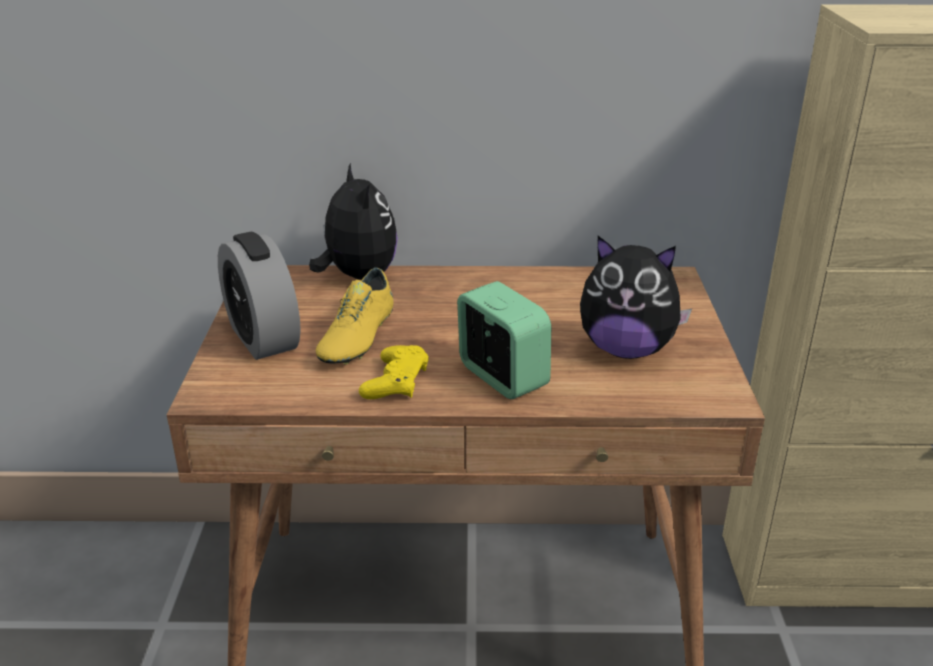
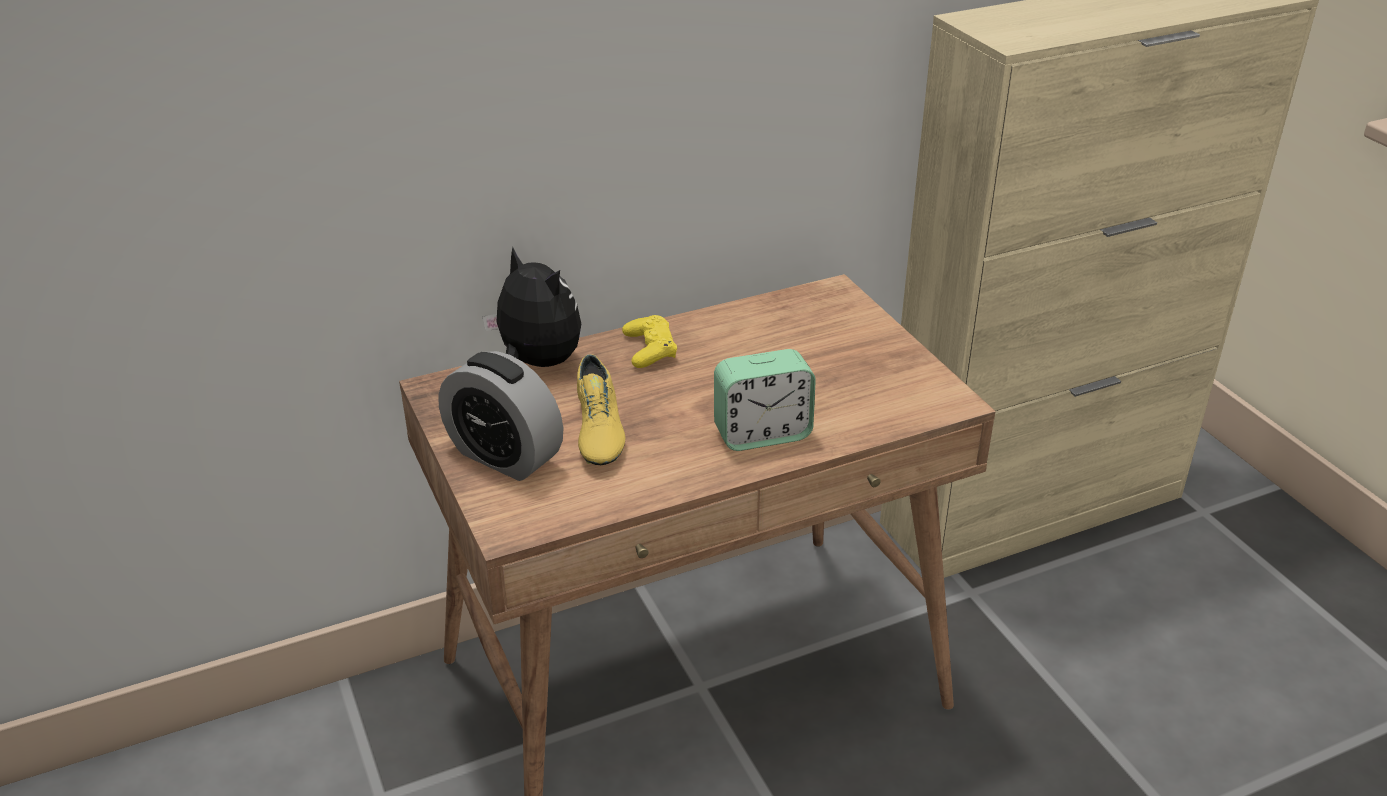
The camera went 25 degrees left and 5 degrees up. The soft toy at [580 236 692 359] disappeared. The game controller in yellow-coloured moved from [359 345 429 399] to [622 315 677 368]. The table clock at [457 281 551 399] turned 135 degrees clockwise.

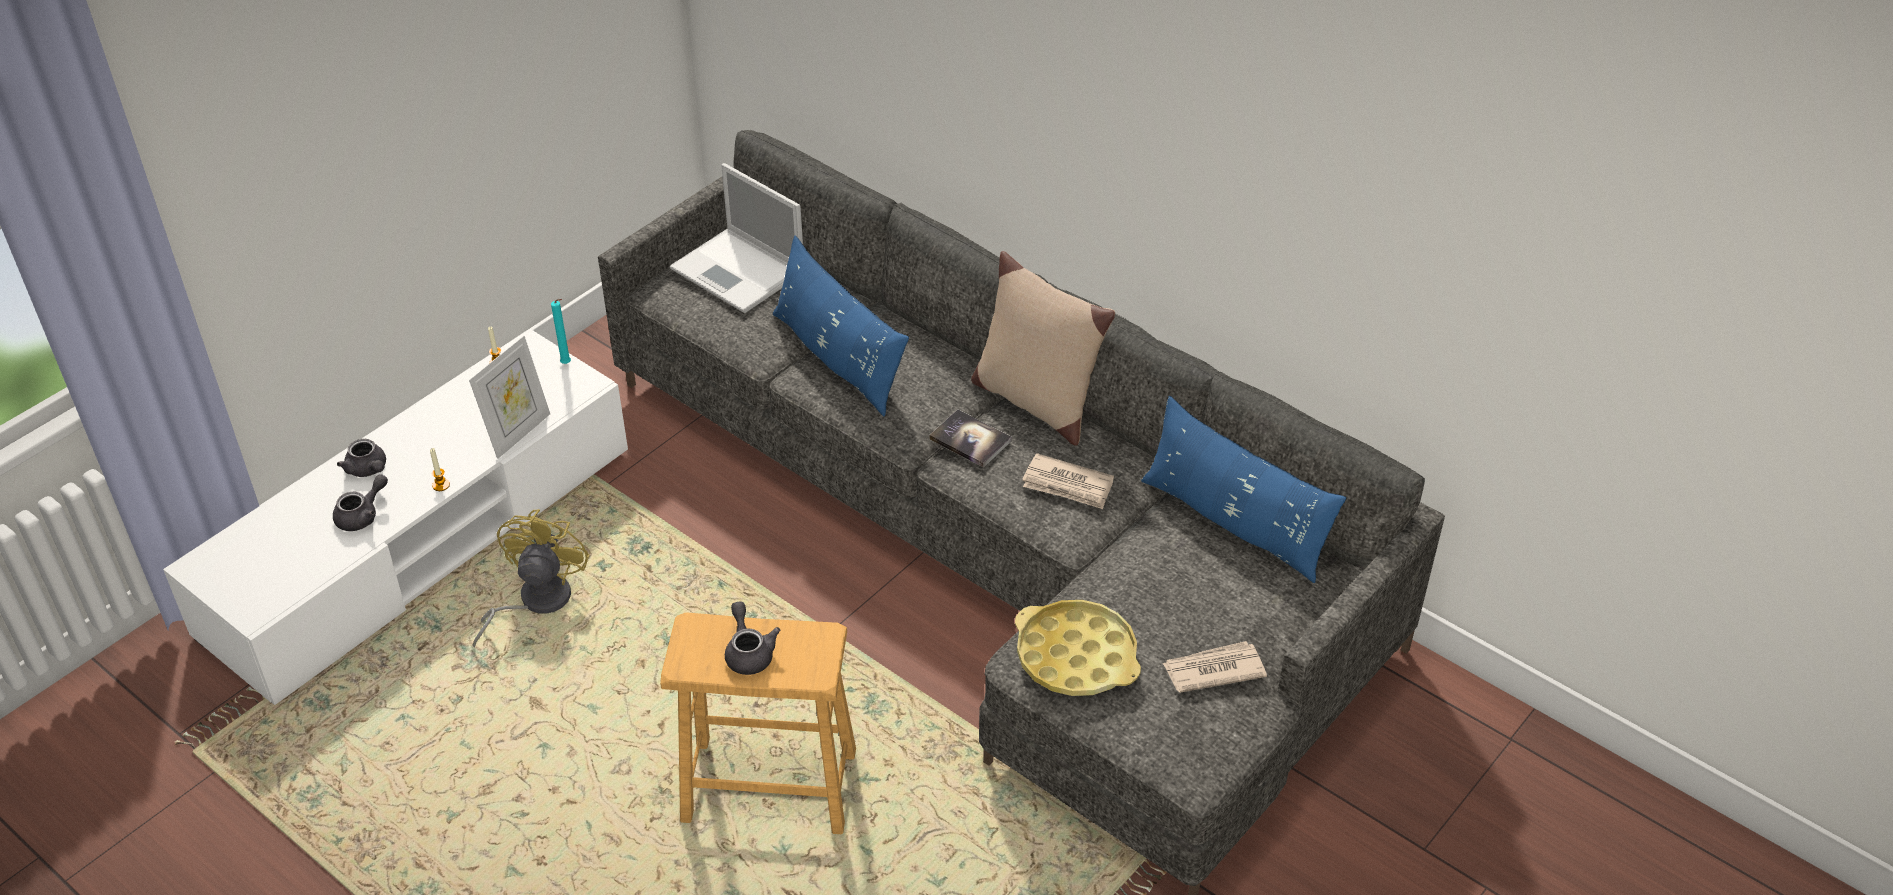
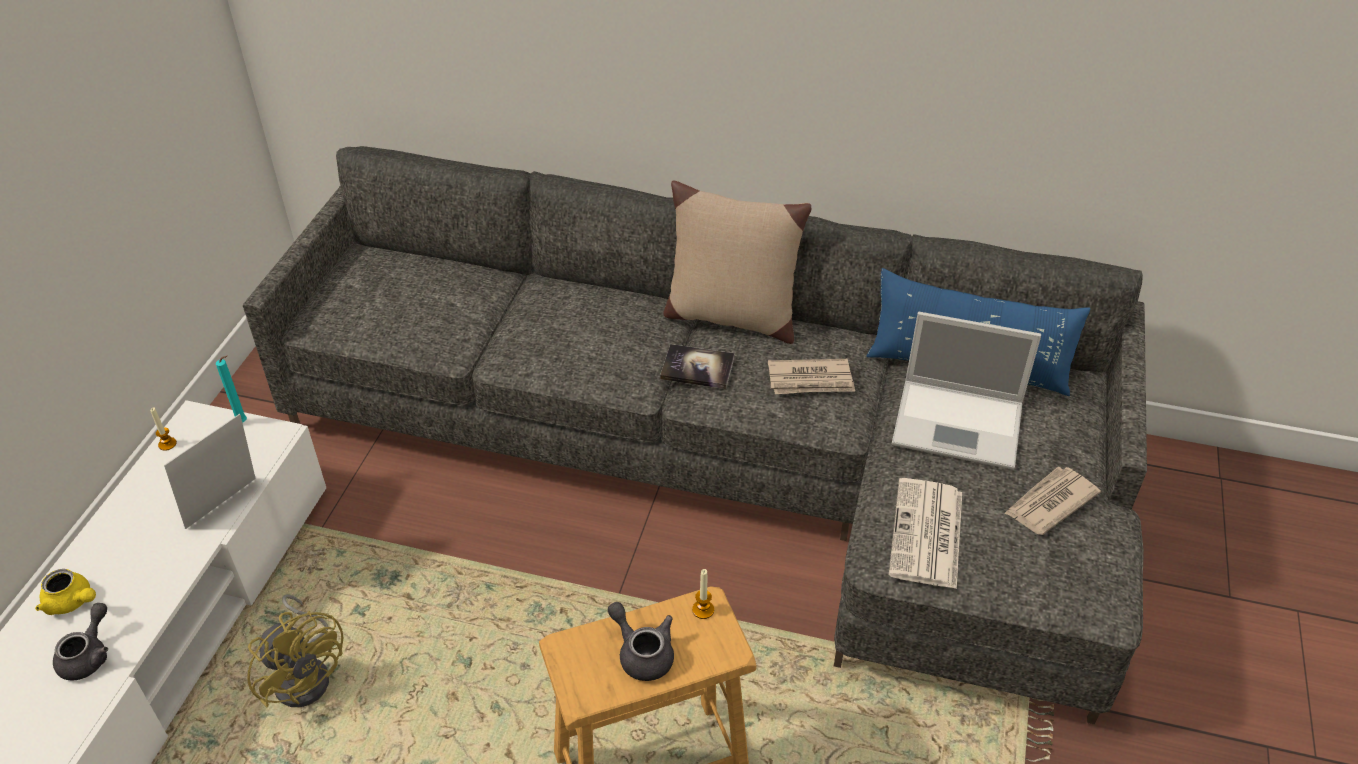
The camera went 25 degrees left and 0 degrees up. The cushion in blue-coloured at [773 236 909 417] disappeared. The candle moved from [430 448 450 491] to [692 569 714 619]. The notebook computer moved from [670 163 803 313] to [892 312 1041 470]. The tray in yellow-coloured at [1015 600 1141 696] was replaced by the newspaper at [889 478 962 589]. The teapot in greyish at [337 439 386 477] became the teapot in yellow-coloured at [35 569 96 615]. The standing frame at [469 336 550 459] turned 150 degrees counterclockwise. The fan in yellow-coloured at [473 509 590 648] turned 150 degrees clockwise.

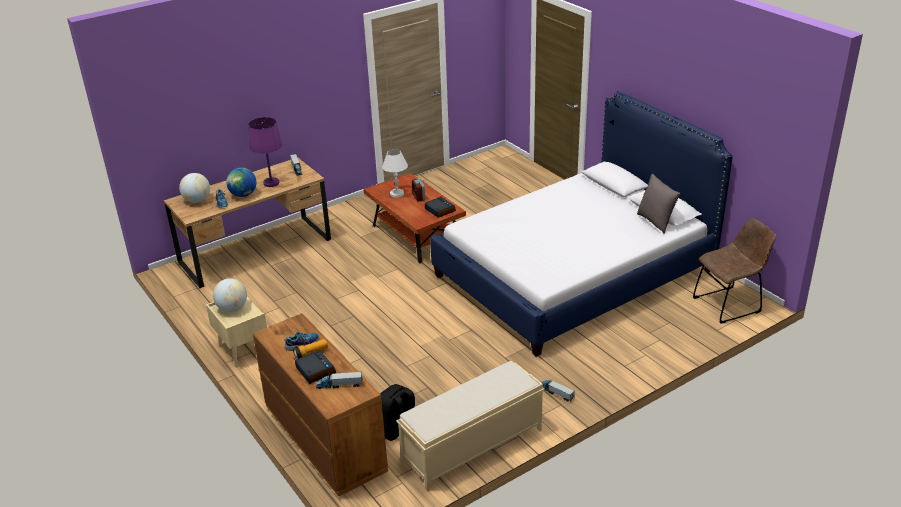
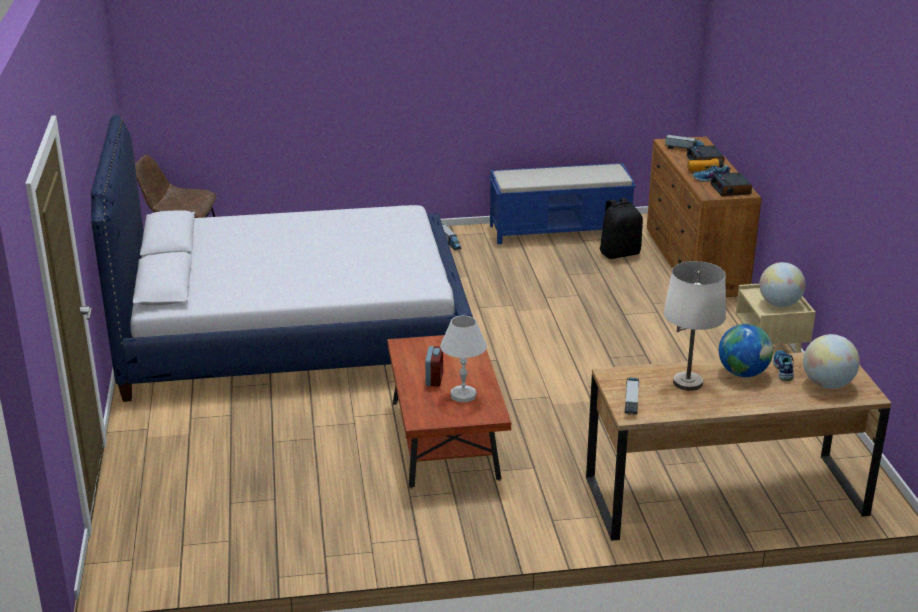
The camera went 155 degrees left and 5 degrees down. The cushion in greyish at [637 174 680 234] disappeared. The table clock moved from [425 197 456 218] to [710 172 752 196]. The tabletop lamp in purple at [248 117 282 187] became the tabletop lamp in white-coloured at [664 261 726 391]. The bench in beige-coloured at [396 361 544 491] became the bench in blue-coloured at [489 163 636 244].

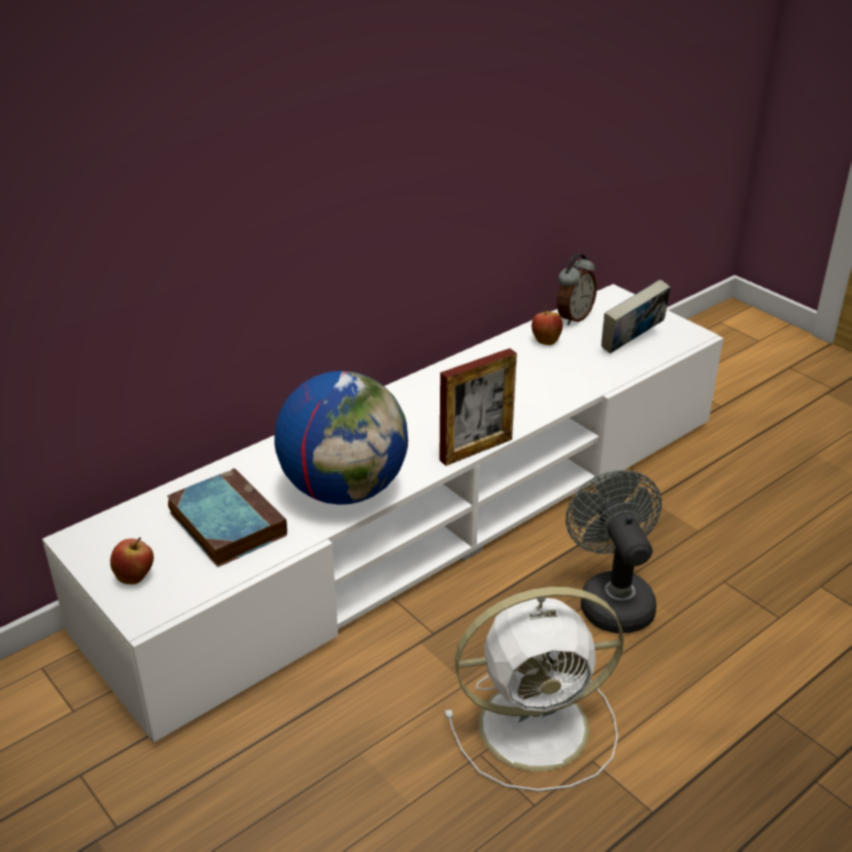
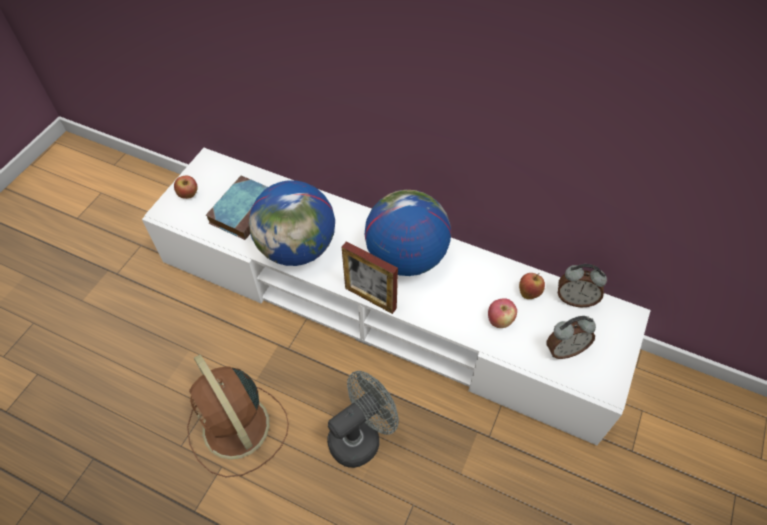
The camera went 65 degrees right and 20 degrees up. The desk globe at [365 190 451 276] appeared. The apple fruit at [488 298 517 328] appeared. The bound book at [601 279 671 354] was replaced by the table clock at [546 316 596 359]. The fan in white-coloured at [445 587 624 792] became the fan in brown at [187 355 289 477].

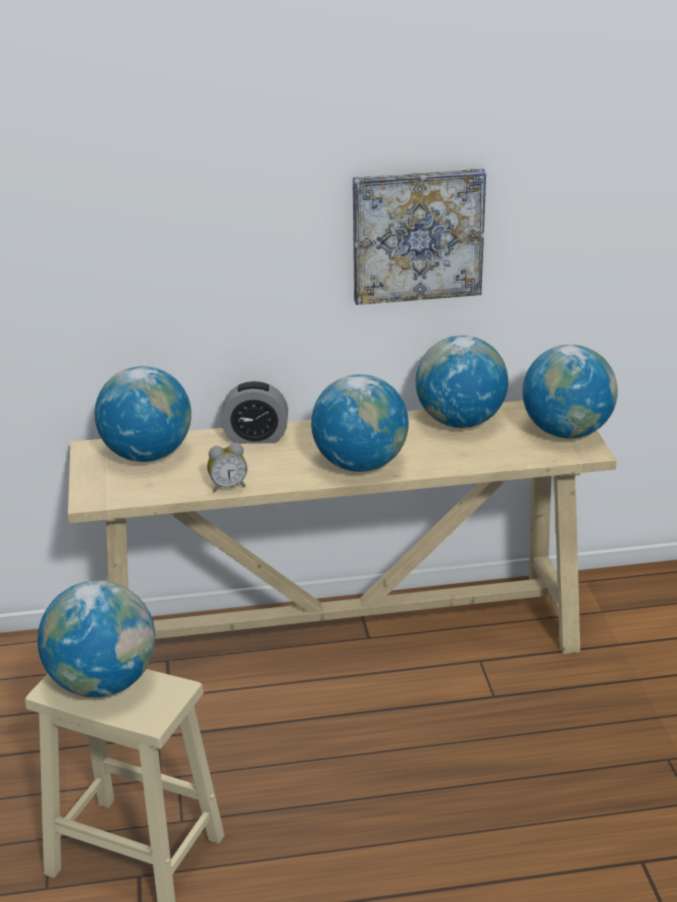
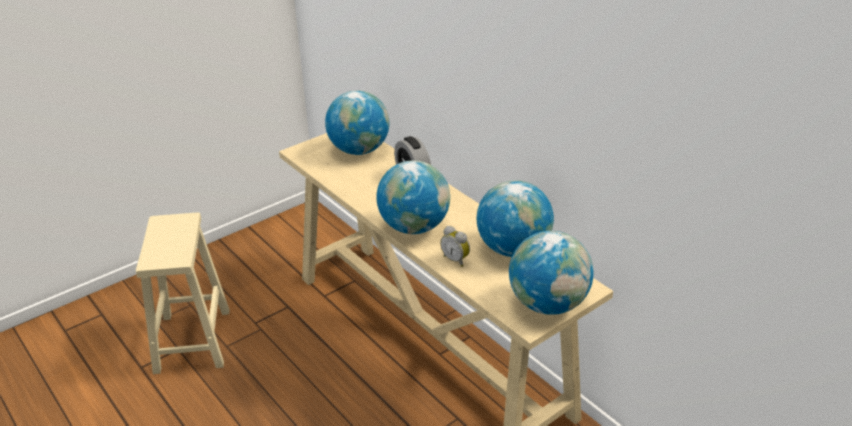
The camera went 60 degrees right and 5 degrees up. The desk globe at [37 580 155 697] disappeared. The picture at [353 168 486 305] disappeared. The table clock moved from [207 443 247 492] to [440 226 470 267].

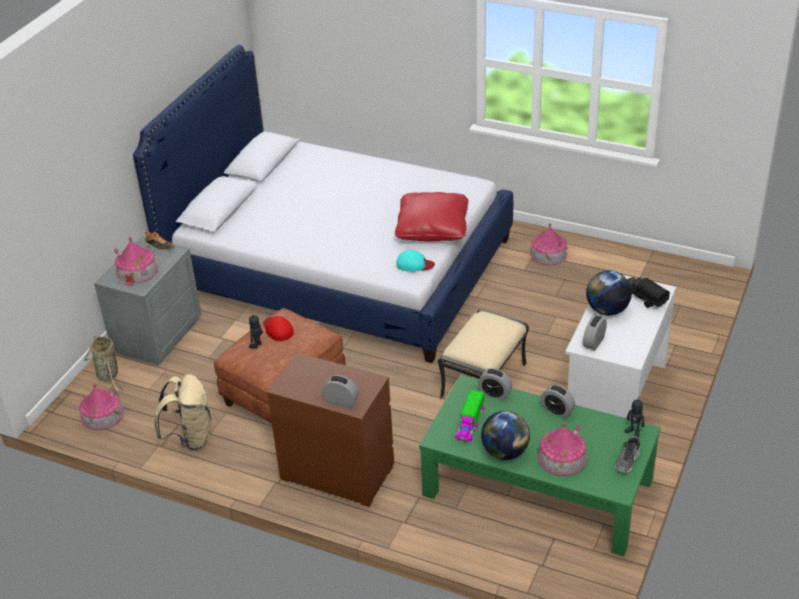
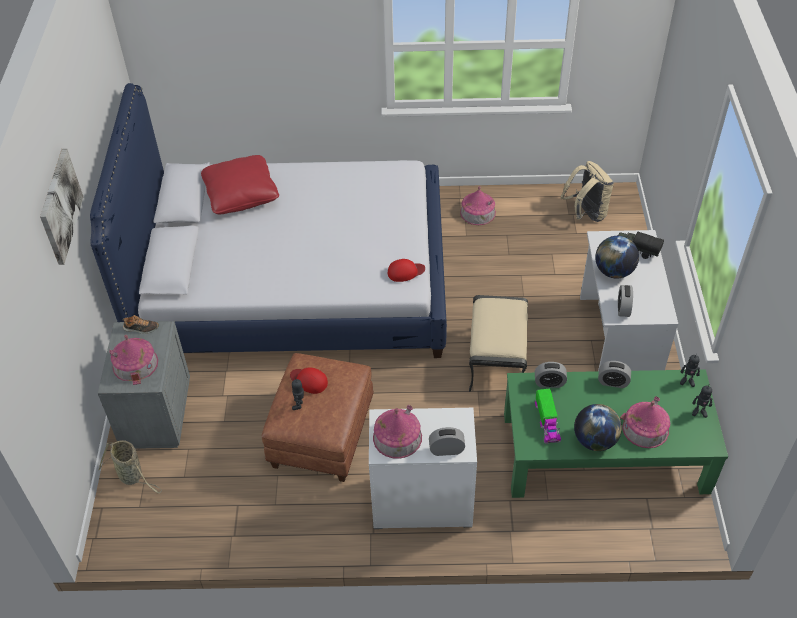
The camera went 25 degrees left and 10 degrees up. The picture at [40 149 83 265] appeared. The model house moved from [79 383 124 430] to [373 405 422 459]. The backpack in beige-coloured moved from [154 374 211 450] to [561 161 614 222]. The cushion in red moved from [395 192 469 241] to [201 155 279 214]. The low shoe at [615 436 640 473] was replaced by the model robot at [692 386 713 418]. The drawer chest in brown at [267 353 394 507] became the drawer chest in white-coloured at [369 408 477 529]. The cap in blue-green at [396 250 435 272] became the cap in red at [388 259 425 282].

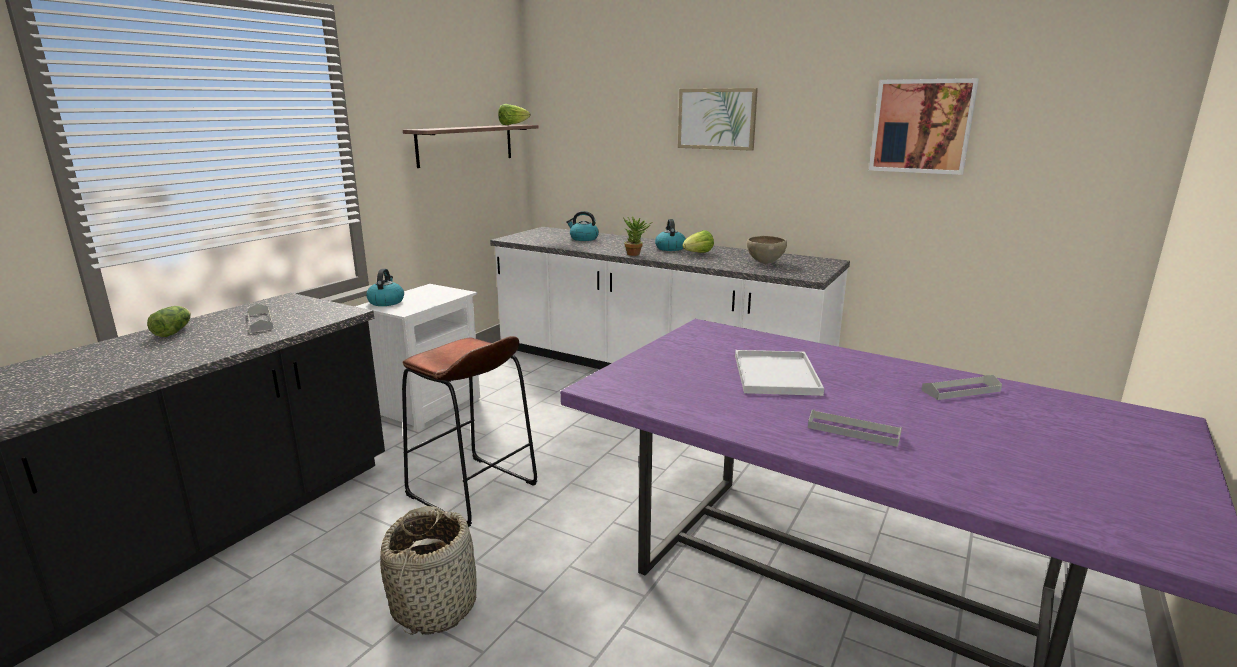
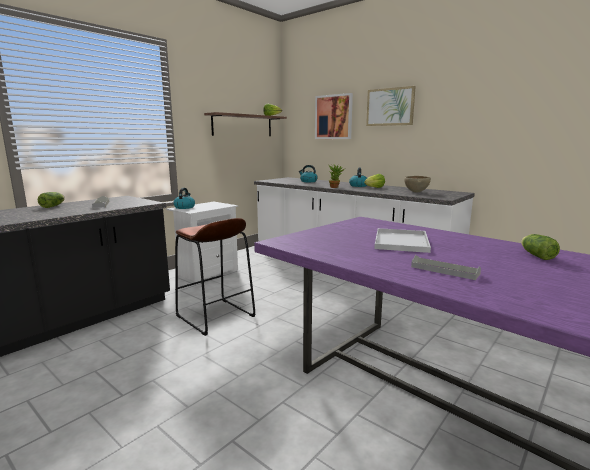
The camera went 10 degrees right and 5 degrees down. The household basket at [380 506 477 635] disappeared. The picture moved from [869 78 979 175] to [315 93 353 139]. The tray in greyish at [921 375 1002 400] was replaced by the lettuce head at [521 234 560 260].

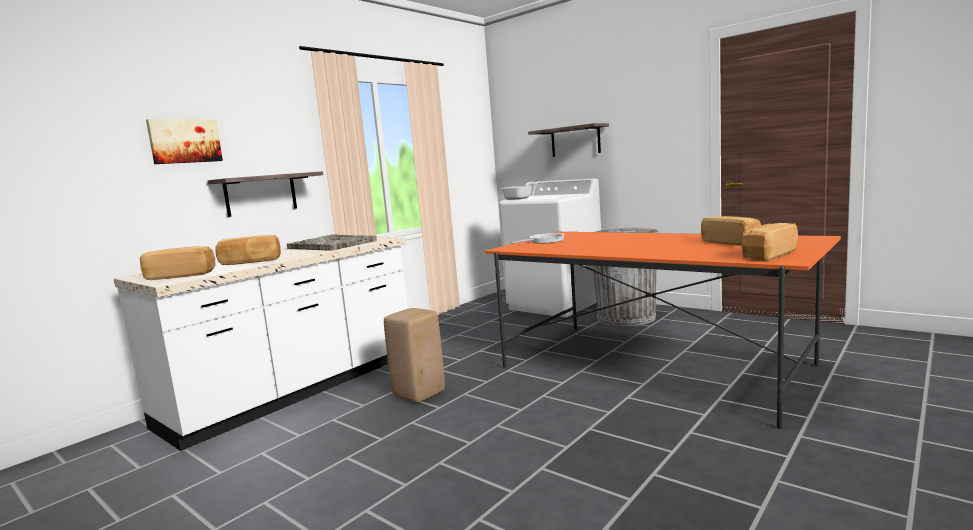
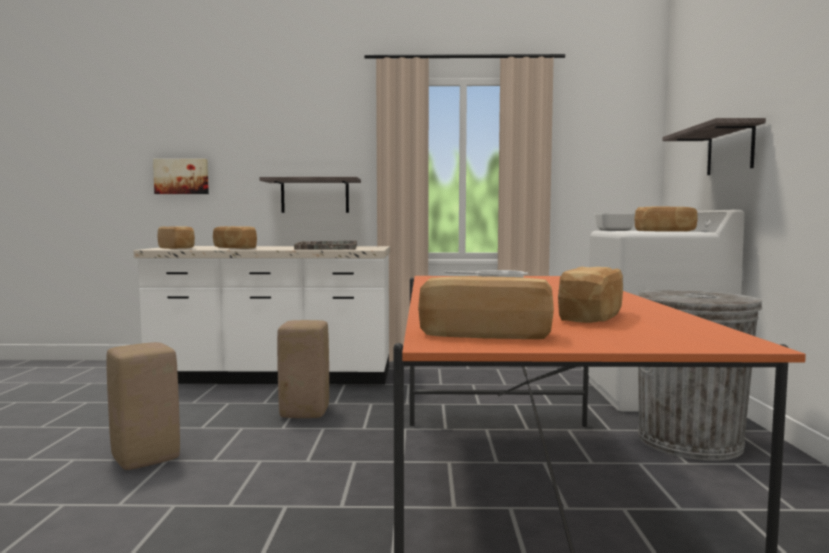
The camera went 50 degrees right and 5 degrees down. The stool in beige-coloured at [106 342 180 470] appeared. The bakery bread at [634 207 698 232] appeared. The picture moved from [146 119 223 164] to [153 159 209 194].

